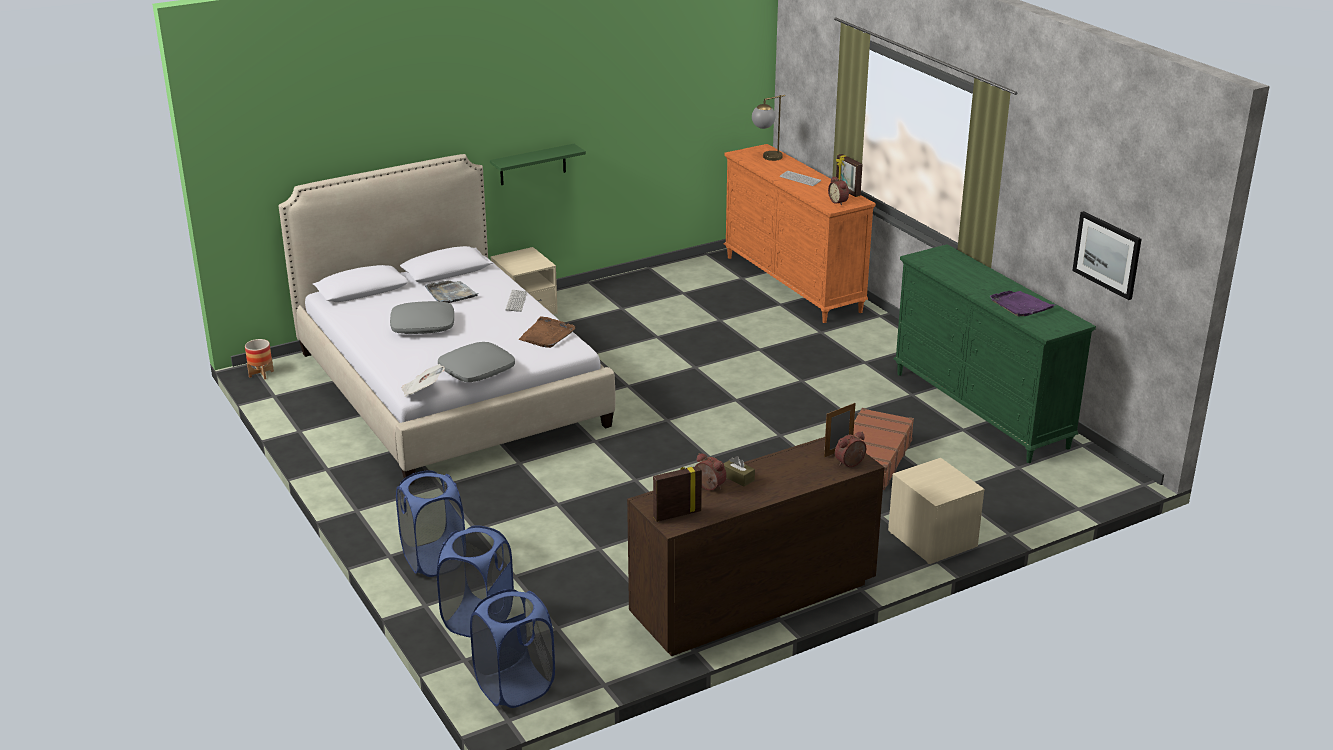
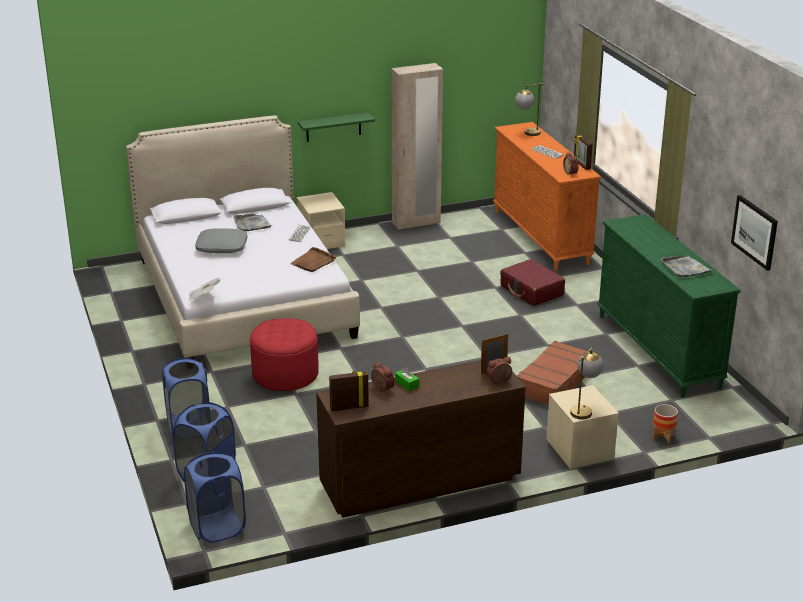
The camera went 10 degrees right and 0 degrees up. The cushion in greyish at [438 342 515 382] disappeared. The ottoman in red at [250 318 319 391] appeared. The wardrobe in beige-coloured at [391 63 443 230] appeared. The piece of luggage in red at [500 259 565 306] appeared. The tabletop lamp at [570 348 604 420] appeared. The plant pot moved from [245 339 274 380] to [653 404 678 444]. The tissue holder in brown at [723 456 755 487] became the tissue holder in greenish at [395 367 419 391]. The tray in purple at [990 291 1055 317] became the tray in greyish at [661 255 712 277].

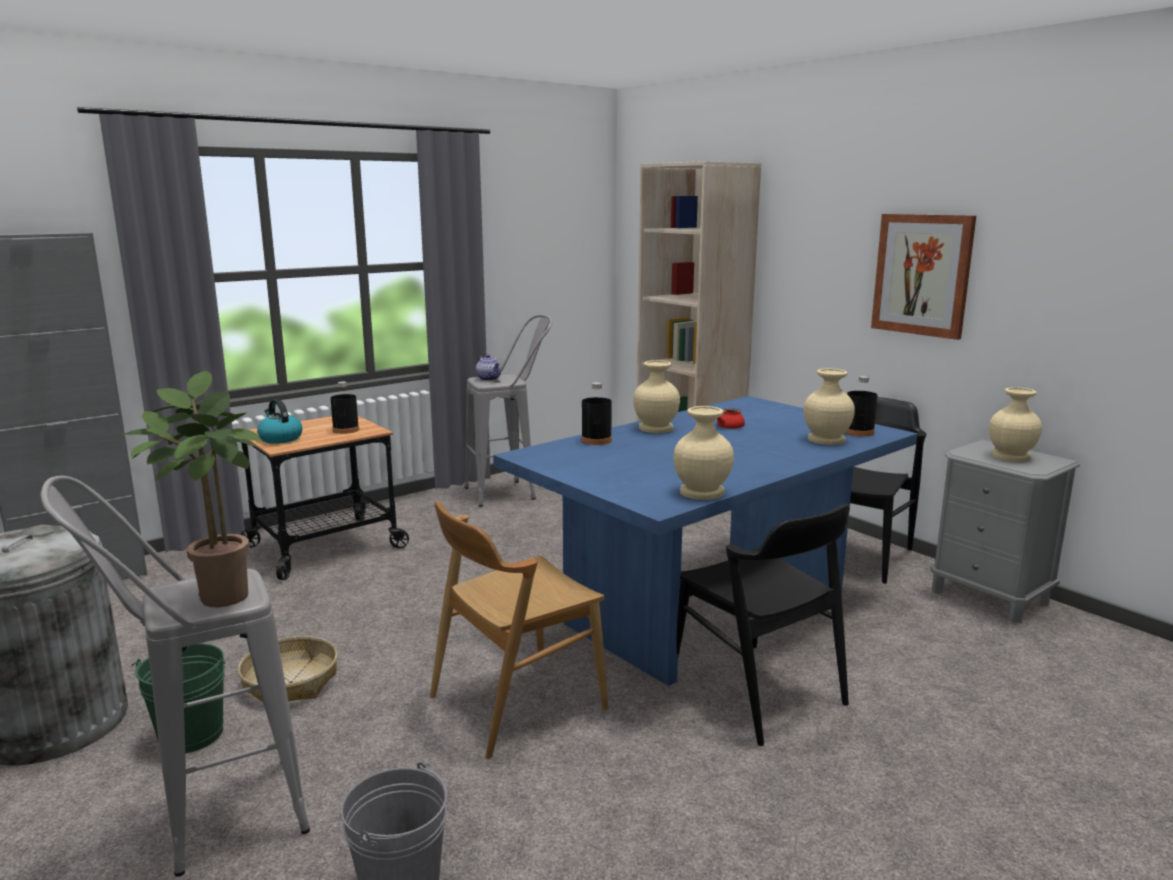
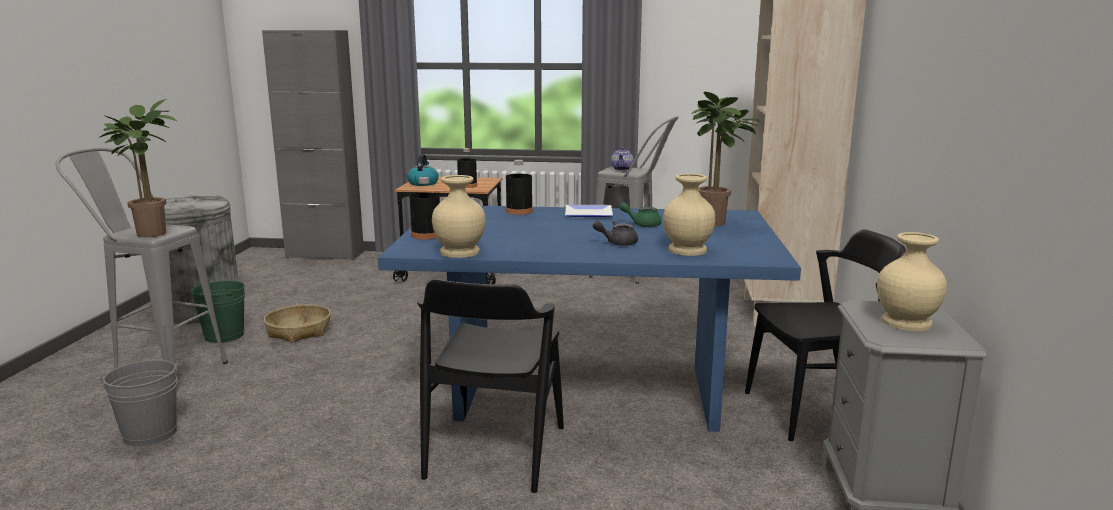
The camera went 45 degrees right and 0 degrees up. The upright chair in brown at [430 501 609 759] disappeared. The picture at [871 214 976 340] disappeared. The teapot in greyish at [593 221 638 246] appeared. The houseplant at [691 92 760 226] appeared. The bottle in black-coloured moved from [845 376 878 437] to [410 177 440 239]. The decorative vase in beige-coloured at [633 360 680 433] was replaced by the plate at [565 205 613 217]. The teapot in red at [717 407 745 429] became the teapot in greenish at [619 202 661 227].

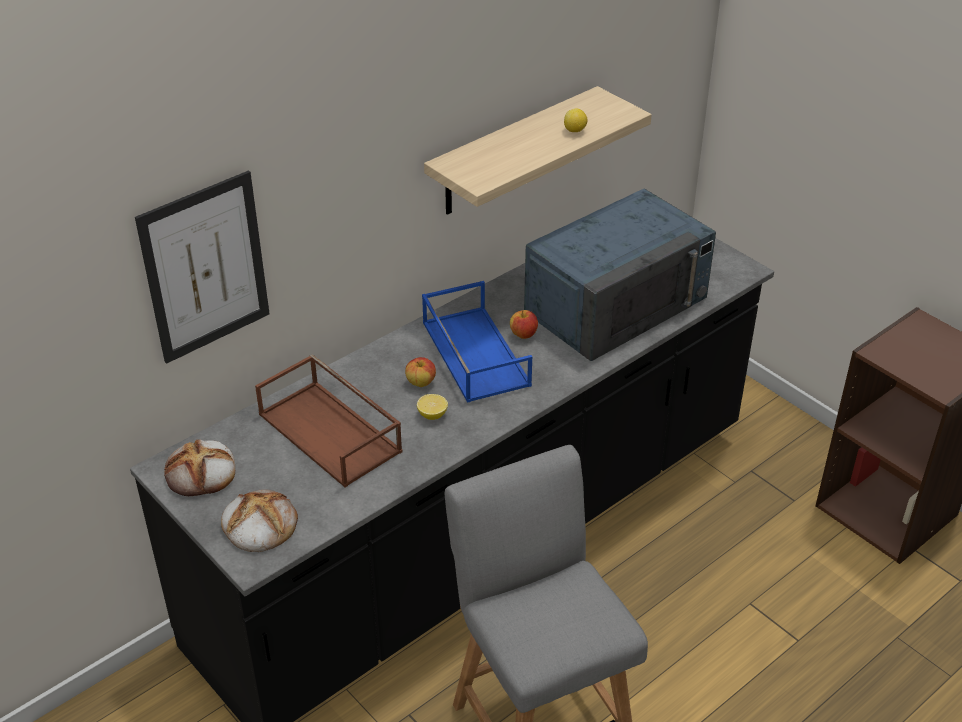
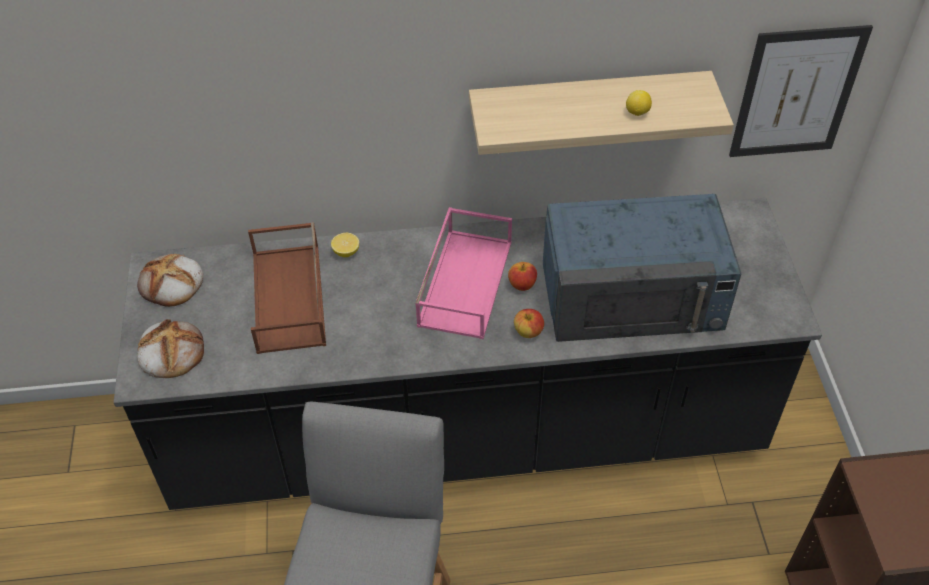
The camera went 35 degrees right and 10 degrees up. The picture moved from [135 171 270 364] to [729 25 873 157]. The apple fruit moved from [405 357 436 387] to [514 309 544 338]. The citrus fruit moved from [417 394 448 420] to [331 233 359 257]. The tray in blue-coloured at [422 281 532 403] became the tray in pink-coloured at [415 207 512 339].

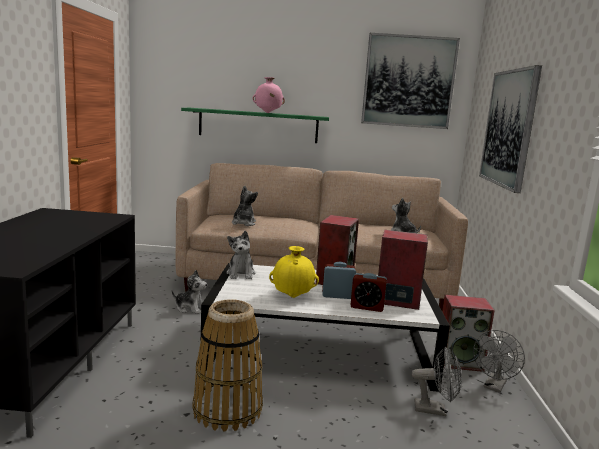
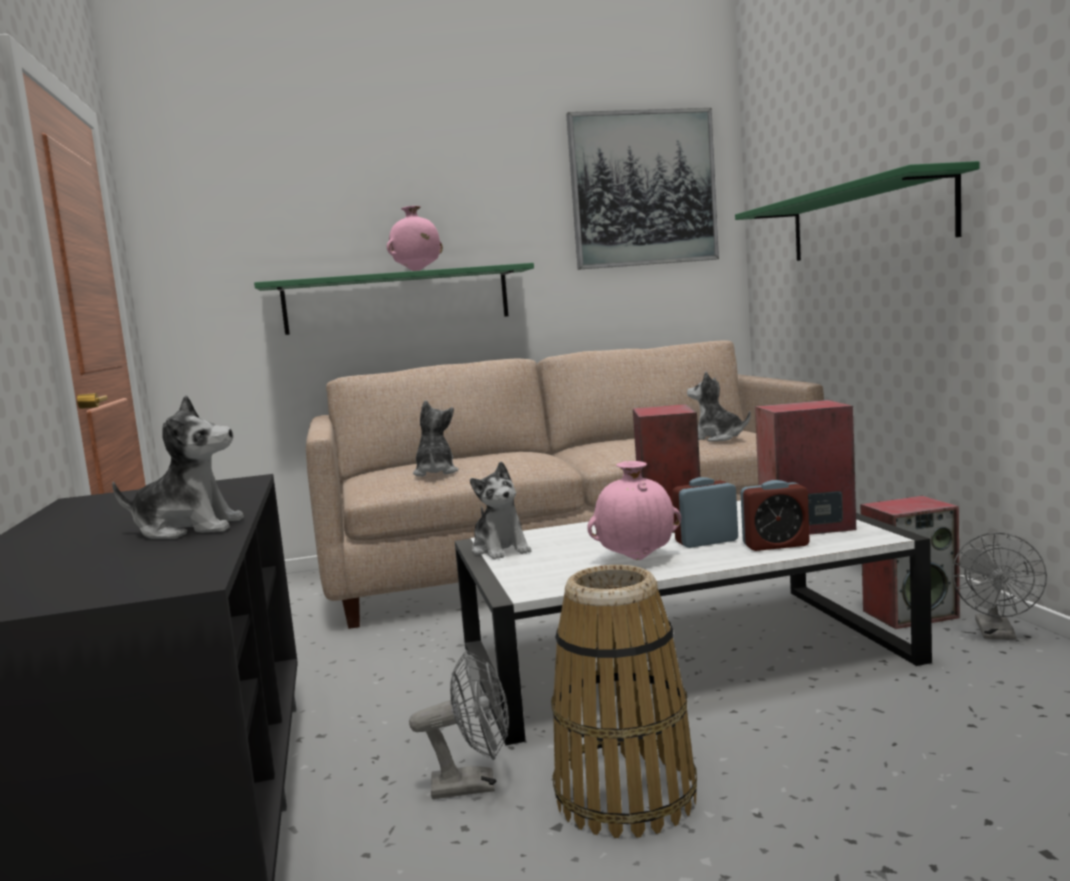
The camera went 15 degrees left and 5 degrees down. The soft toy moved from [172 270 207 314] to [112 395 244 539]. The fan in greyish moved from [411 347 462 416] to [409 650 509 799]. The picture at [479 65 542 193] was replaced by the bracket shelf in greenish at [735 161 979 261]. The decorative vase in yellow-coloured at [269 246 319 298] became the decorative vase in pink-coloured at [587 461 681 560].

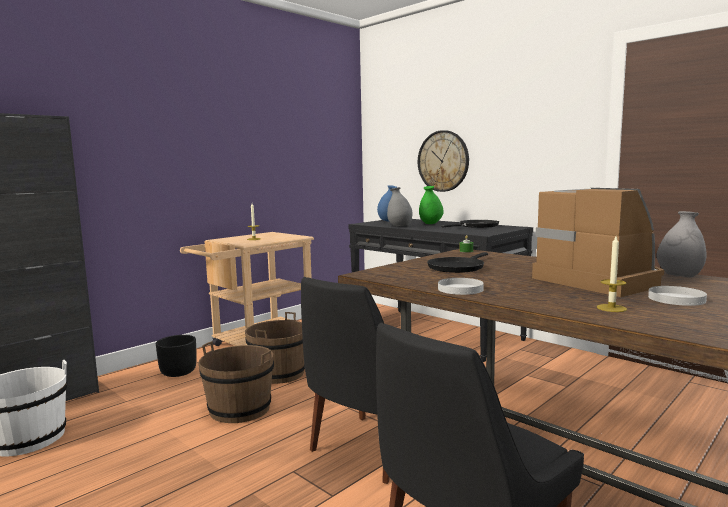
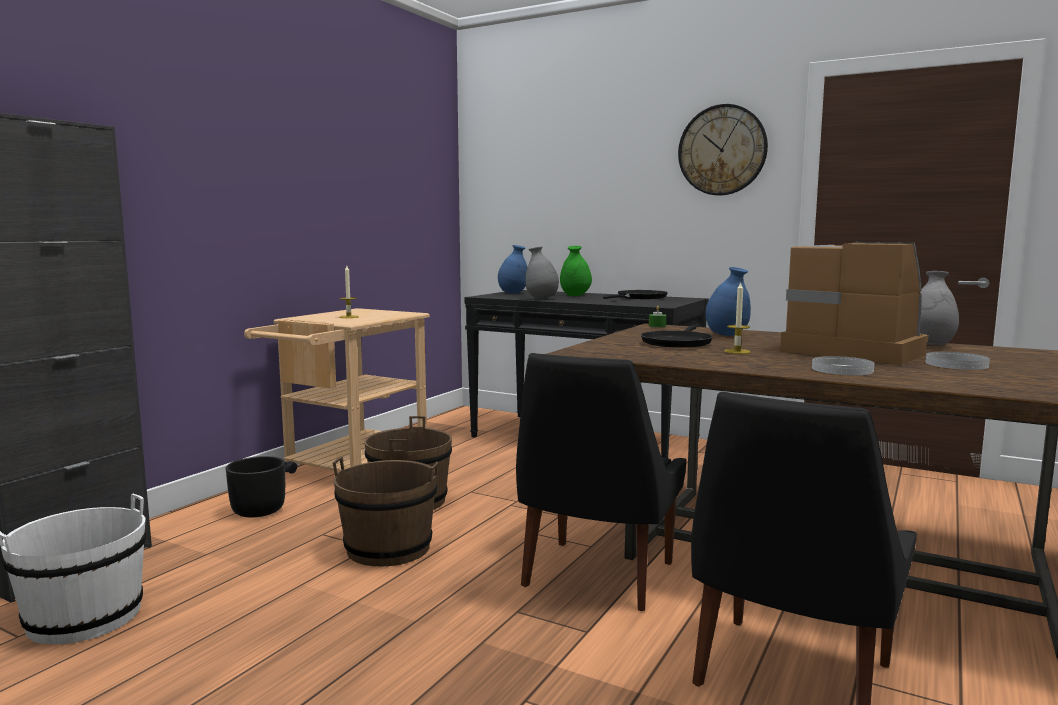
The camera went 15 degrees left and 0 degrees up. The decorative vase in blue-coloured at [706 267 751 336] appeared. The wall clock moved from [418 130 469 192] to [678 104 768 196]. The plate in white-coloured moved from [438 278 484 295] to [812 356 874 375]. The candle moved from [597 236 627 312] to [724 281 751 354].

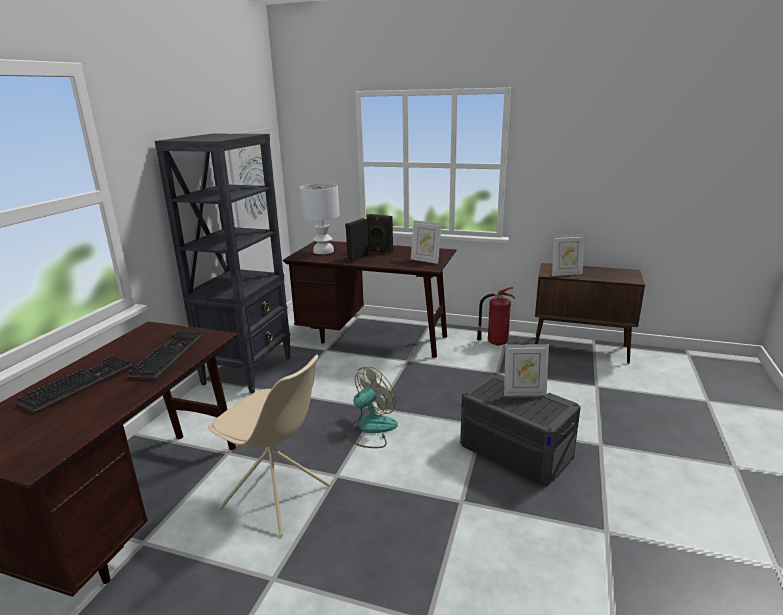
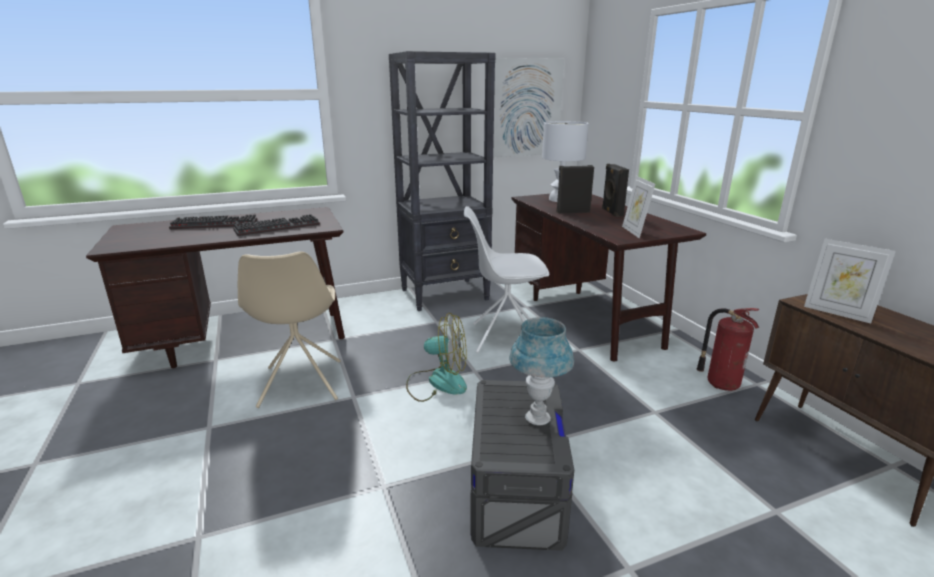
The camera went 50 degrees right and 0 degrees up. The upright chair in white-coloured at [464 206 549 353] appeared. The standing frame at [504 344 549 396] was replaced by the tabletop lamp in blue-coloured at [509 317 574 425].

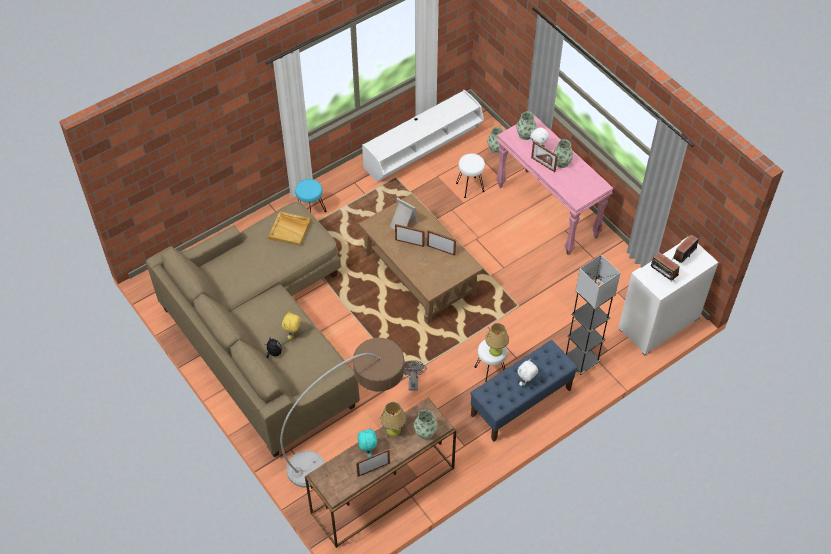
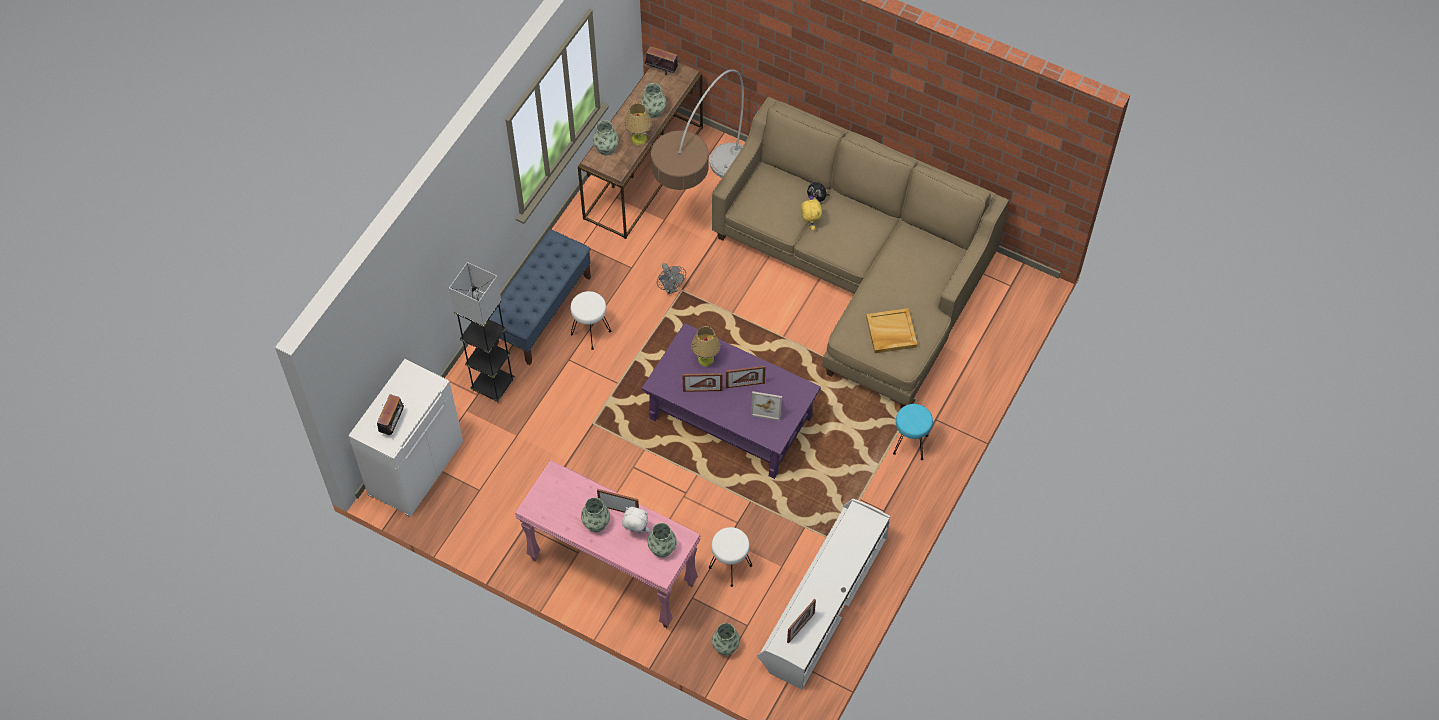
The camera went 155 degrees right and 5 degrees up. The soft toy in white-coloured at [517 359 538 386] disappeared. The standing frame moved from [356 449 390 477] to [787 599 816 644]. The tabletop lamp moved from [485 323 509 357] to [691 326 720 367]. The radio receiver moved from [651 252 680 282] to [645 46 678 75]. The soft toy in blue-green at [357 428 377 457] was replaced by the decorative vase at [641 83 666 118]. The coffee table in brown at [359 194 483 324] became the coffee table in purple at [642 323 821 479].

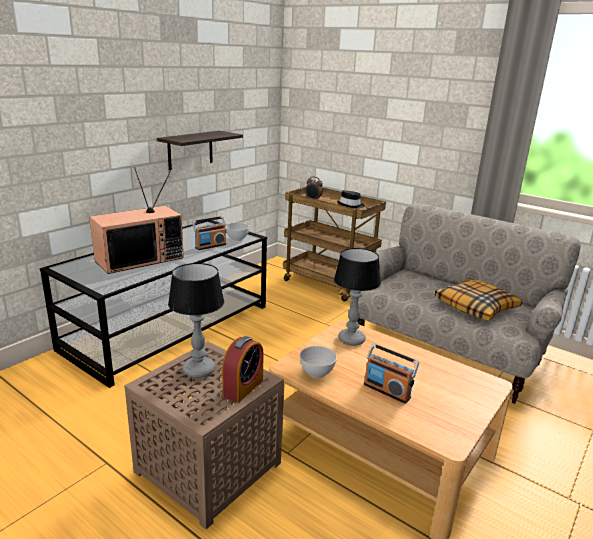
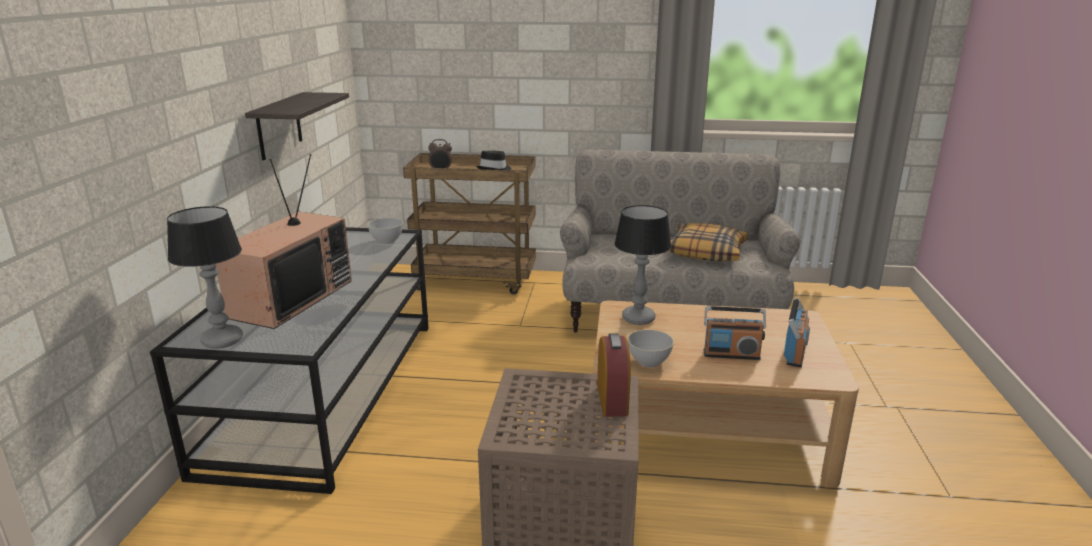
The camera went 30 degrees left and 0 degrees up. The tabletop lamp moved from [168 263 224 378] to [167 206 243 349]. The radio receiver moved from [192 216 226 250] to [784 298 810 367].

